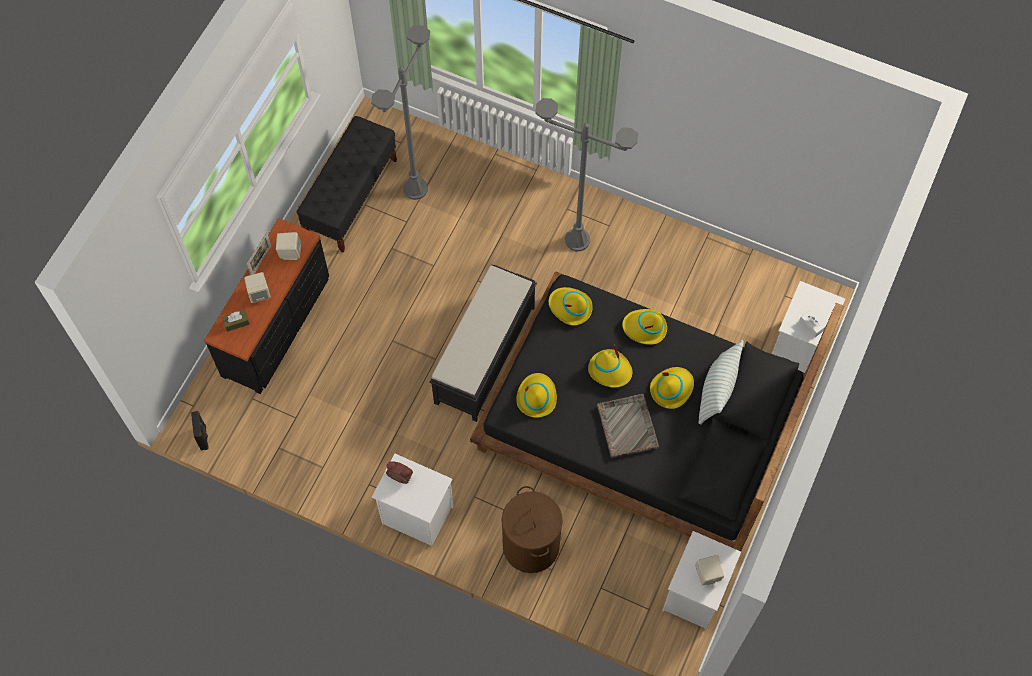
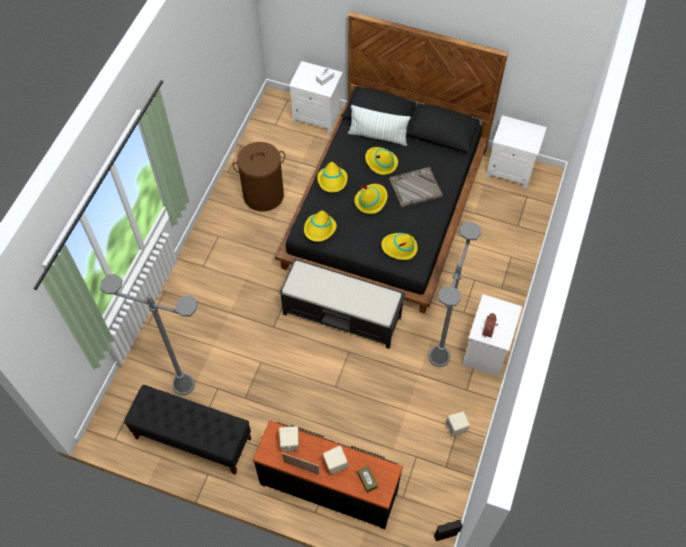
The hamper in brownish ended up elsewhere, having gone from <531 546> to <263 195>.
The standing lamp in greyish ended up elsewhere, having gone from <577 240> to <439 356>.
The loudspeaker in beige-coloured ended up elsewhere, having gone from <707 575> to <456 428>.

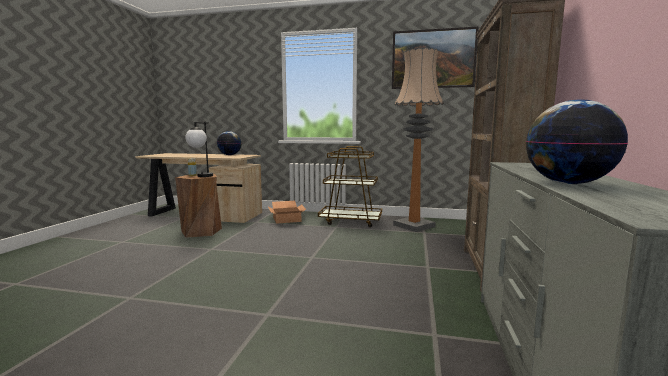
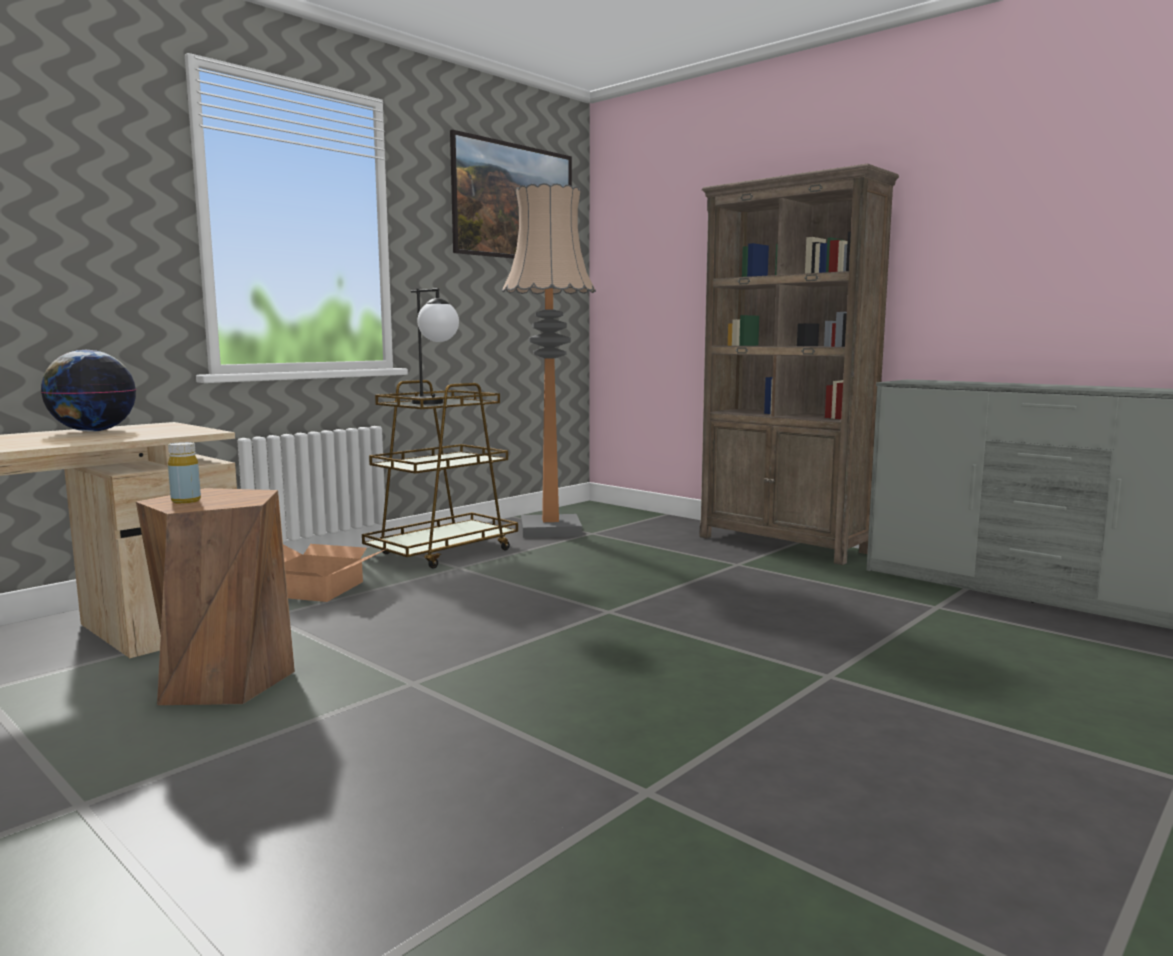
The second view lost the desk globe at <568 183>.
The table lamp ended up elsewhere, having gone from <201 177> to <435 403>.

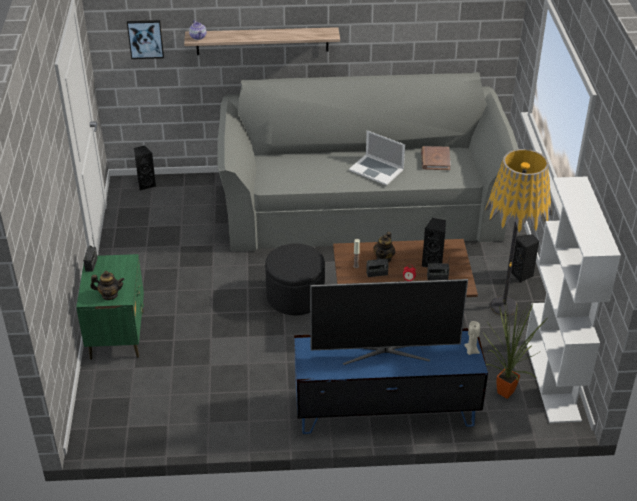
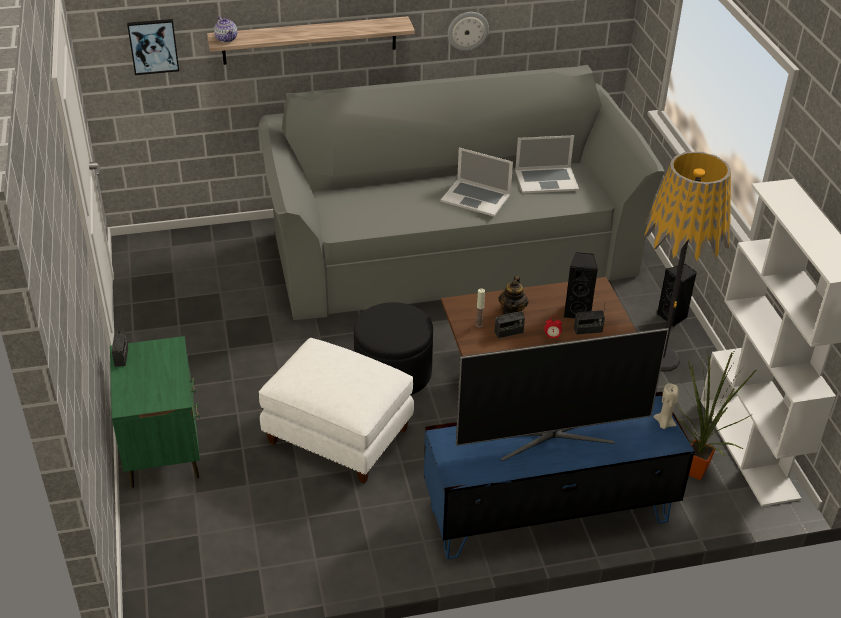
The second view lost the teapot at <109 295>.
The second view lost the loudspeaker in black at <146 184>.
The second view gained the pouffe in whitish at <337 436>.
The second view gained the hanging clock at <467 30>.
Where the volume in brownish stood at <435 160>, the laptop came to stand at <546 180>.

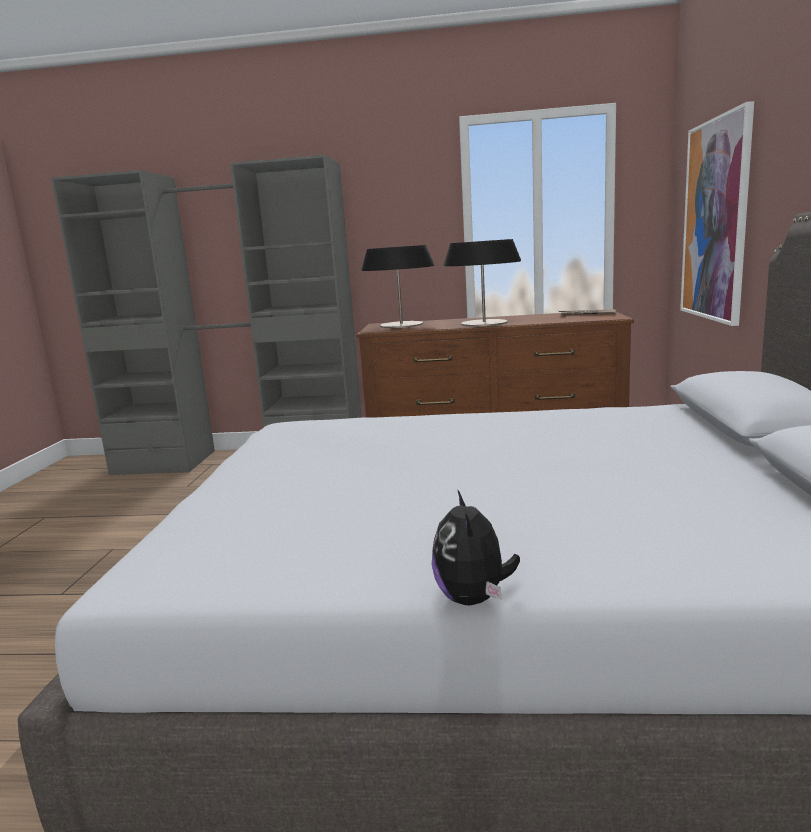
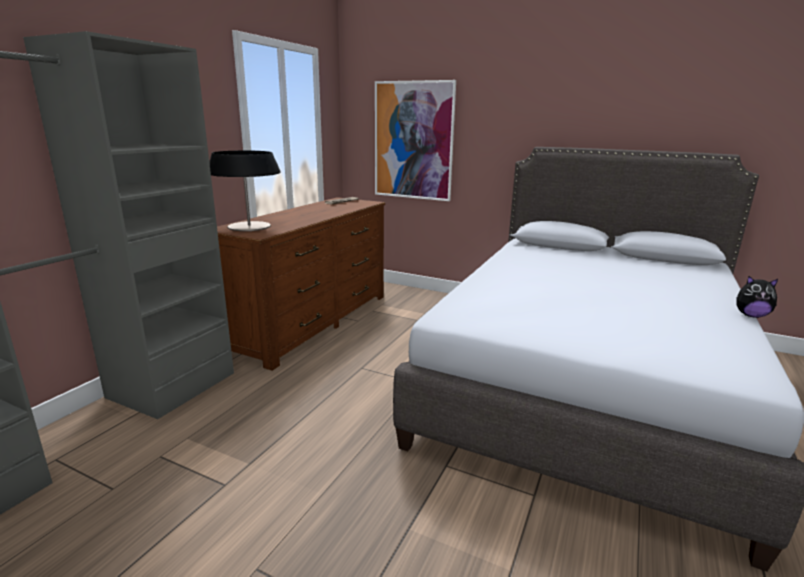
The second view lost the table lamp at <484 323>.

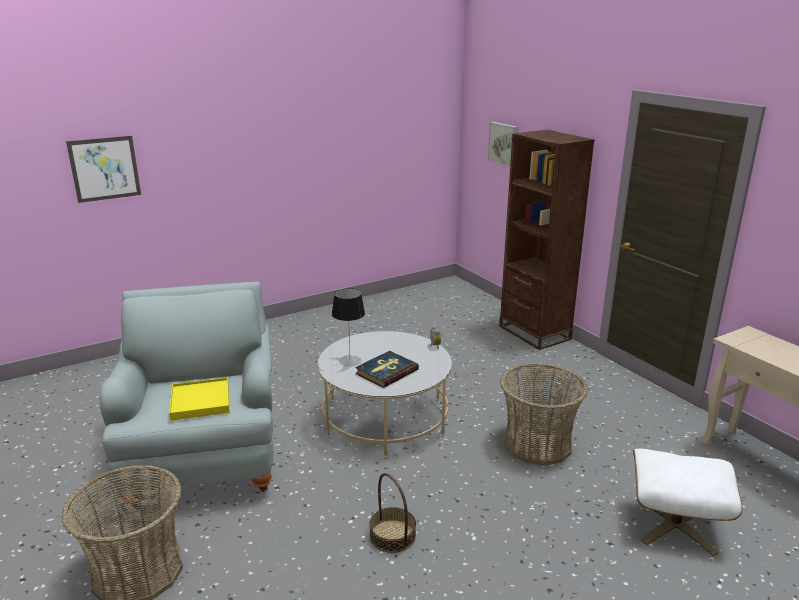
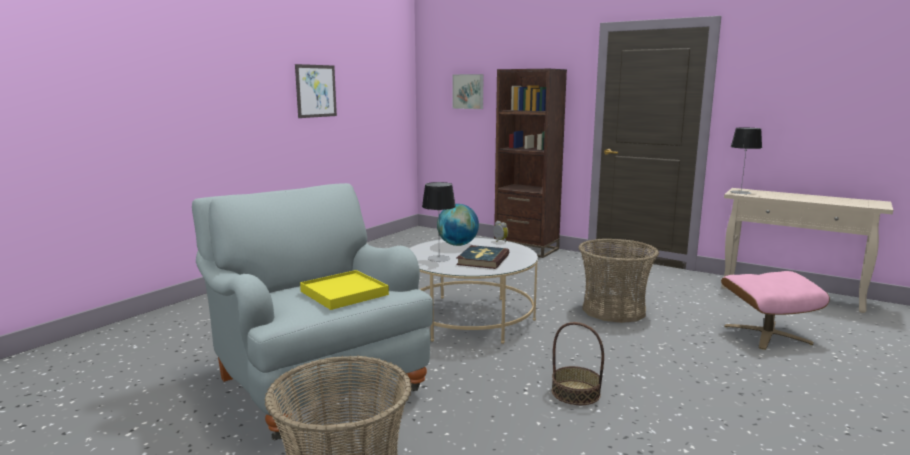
The second view gained the desk globe at <457 245>.
The second view gained the table lamp at <740 192>.
The wall picture ended up elsewhere, having gone from <104 168> to <316 91>.
What was the pouffe in whitish at <675 525> turned into the pouffe in pink at <767 334>.

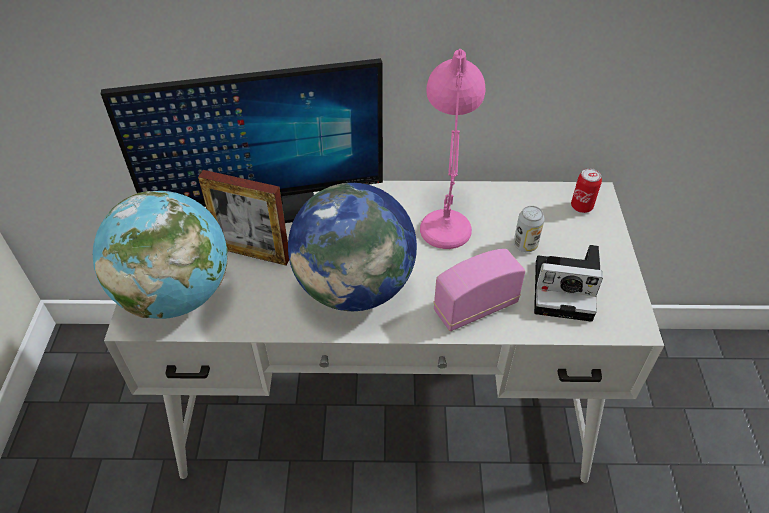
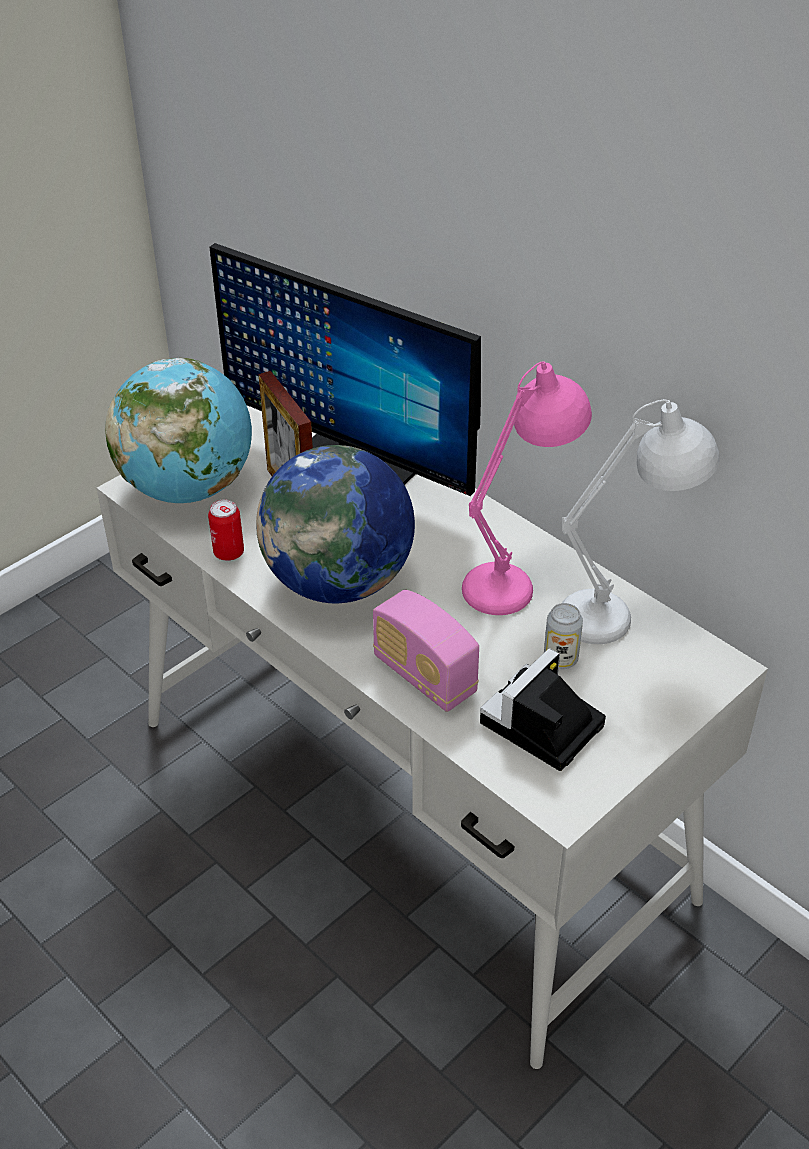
The second view gained the table lamp in whitish at <624 614>.
The sealed can ended up elsewhere, having gone from <581 206> to <228 553>.
The radio set at <475 307> ended up facing another way, 150 degrees counterclockwise from before.
The photo camera at <566 289> ended up facing another way, 75 degrees clockwise from before.

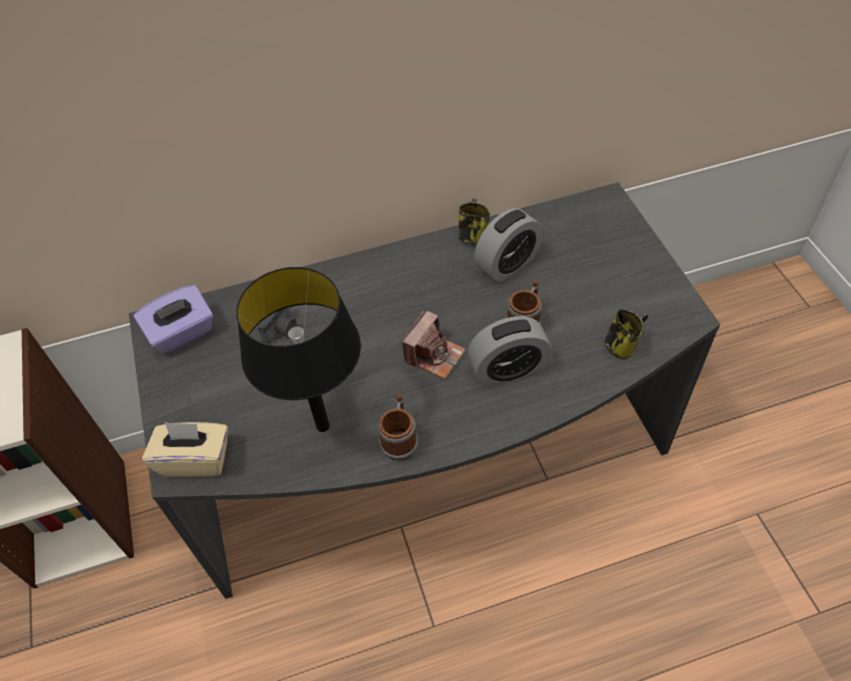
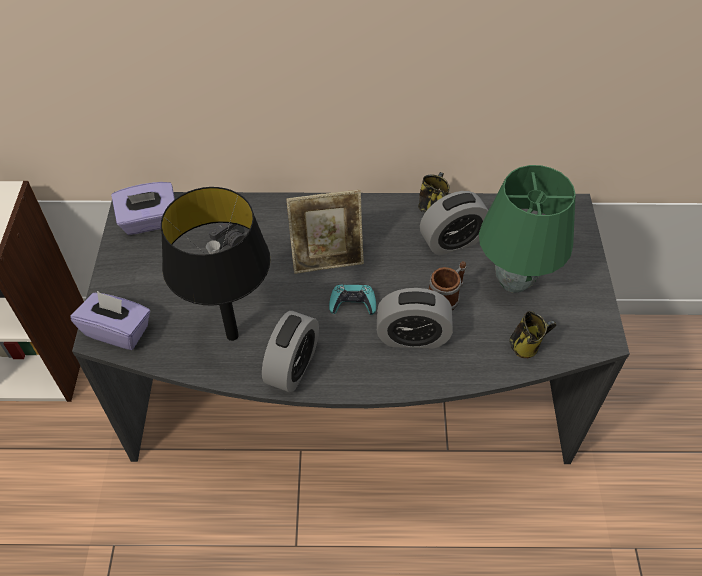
The second view gained the photo frame at <327 258>.
The second view gained the table lamp in green at <513 282>.
Where the tea mug stood at <400 439>, the table clock came to stand at <292 367>.
Where the photo camera stood at <434 355>, the joypad in turquoise-coloured came to stand at <352 303>.
What was the tissue box in beige-coloured at <195 459> turned into the tissue box in purple at <118 331>.

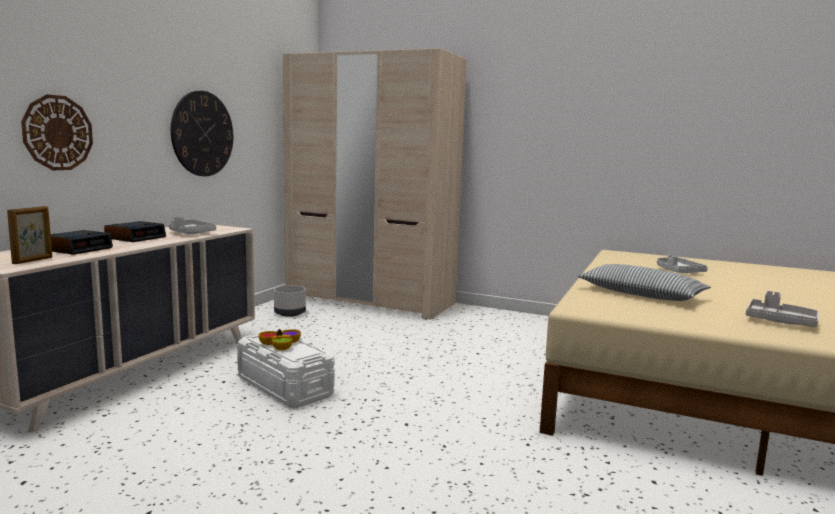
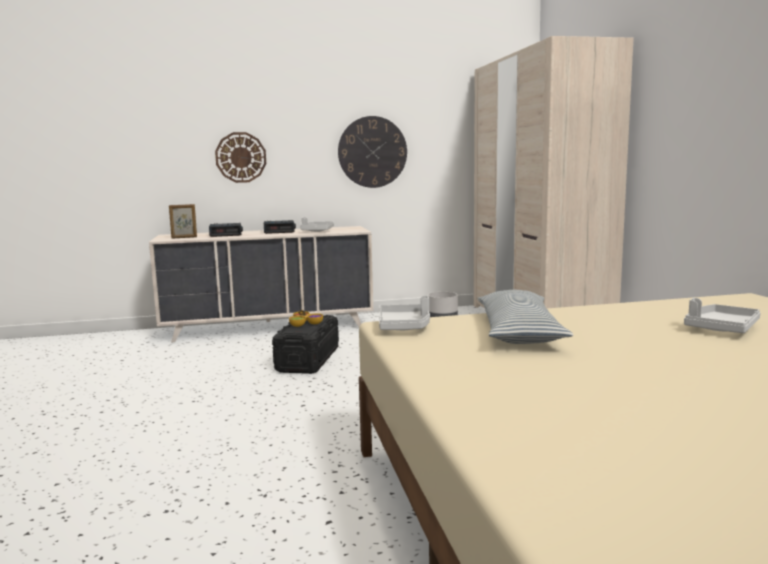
The carrying tray in greyish ended up elsewhere, having gone from <780 321> to <404 327>.
What was the storage box in whitish at <285 386> turned into the storage box in black at <308 359>.

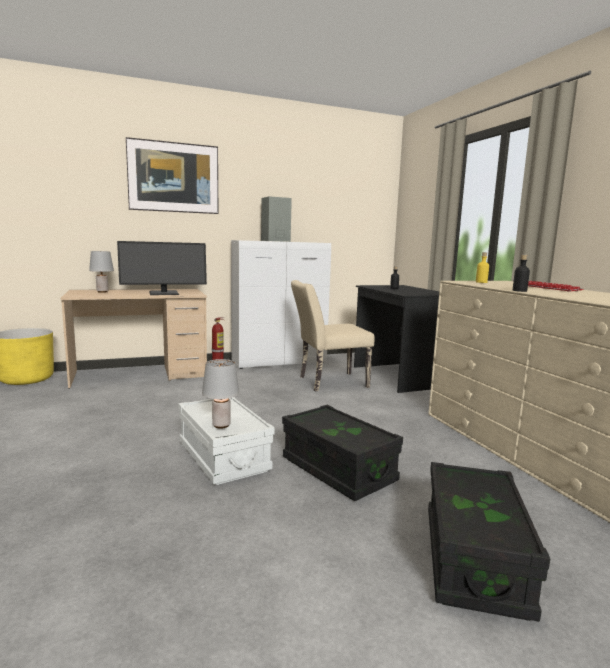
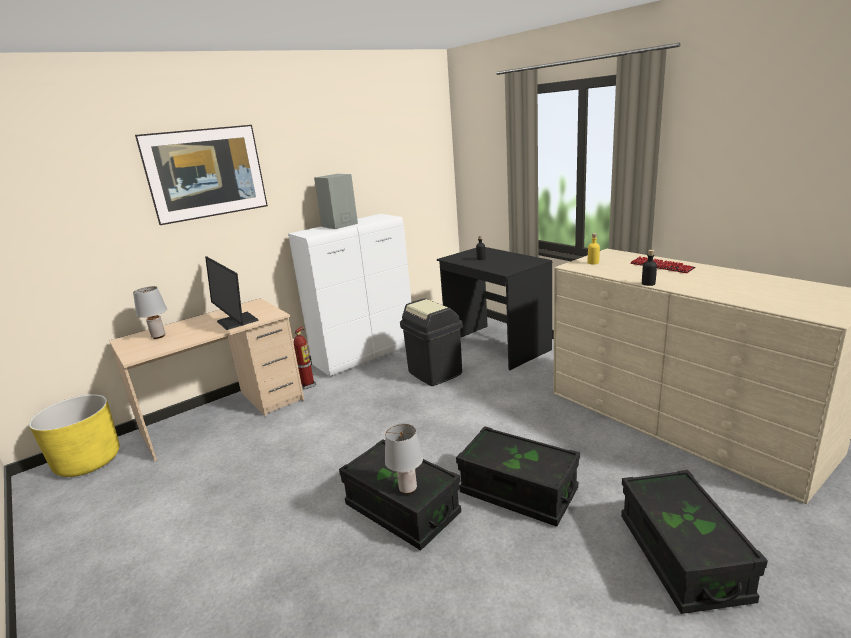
Where the upright chair in beige-coloured stood at <328 382>, the rubbish bin in black came to stand at <434 373>.
What was the storage box in whitish at <223 456> turned into the storage box in black at <402 510>.
The computer display at <164 293> ended up facing another way, 90 degrees clockwise from before.

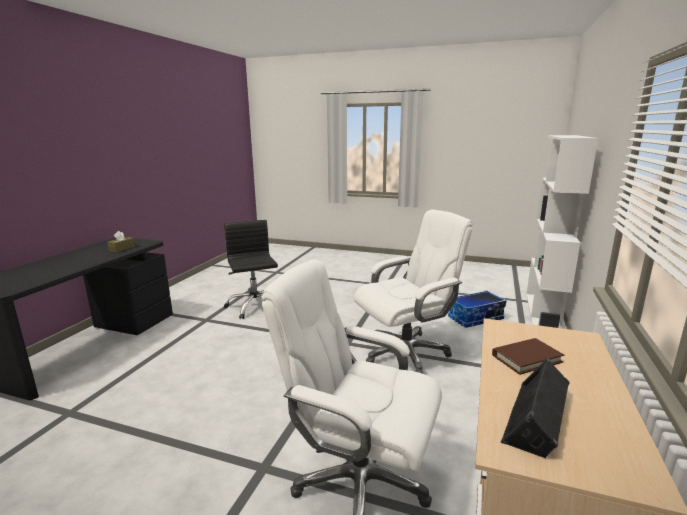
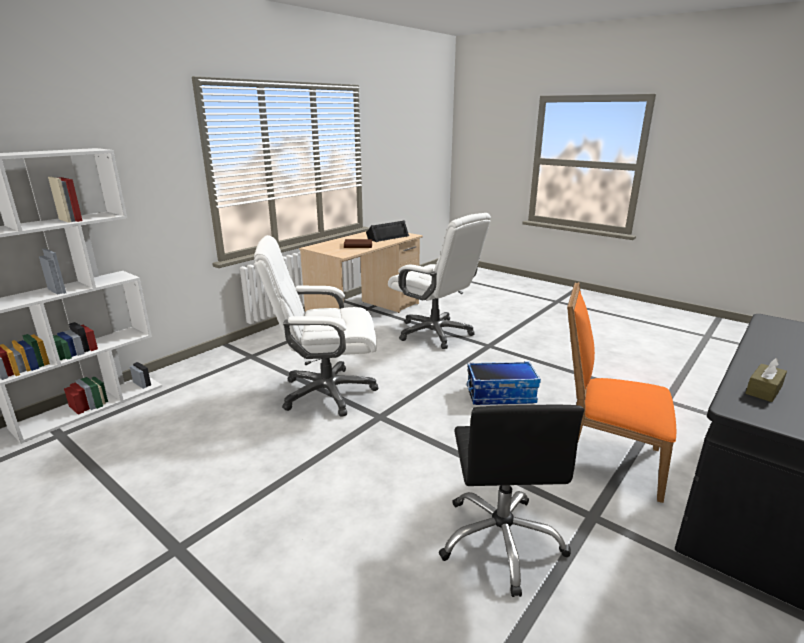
The second view gained the upright chair in orangey at <605 461>.
The storage box ended up elsewhere, having gone from <475 318> to <501 395>.

